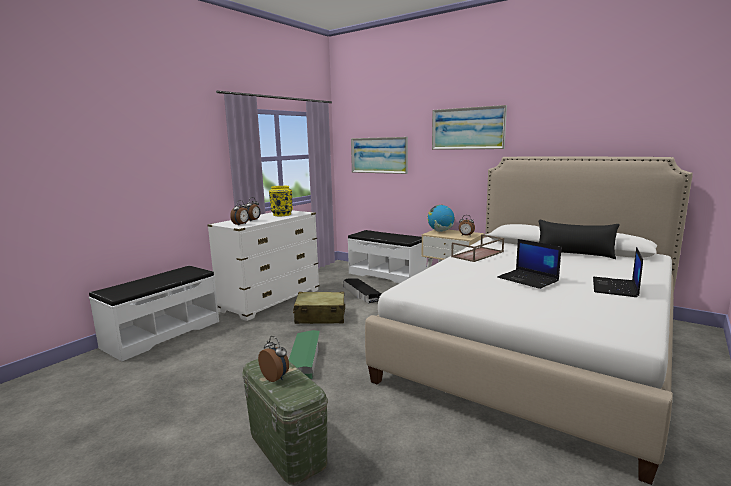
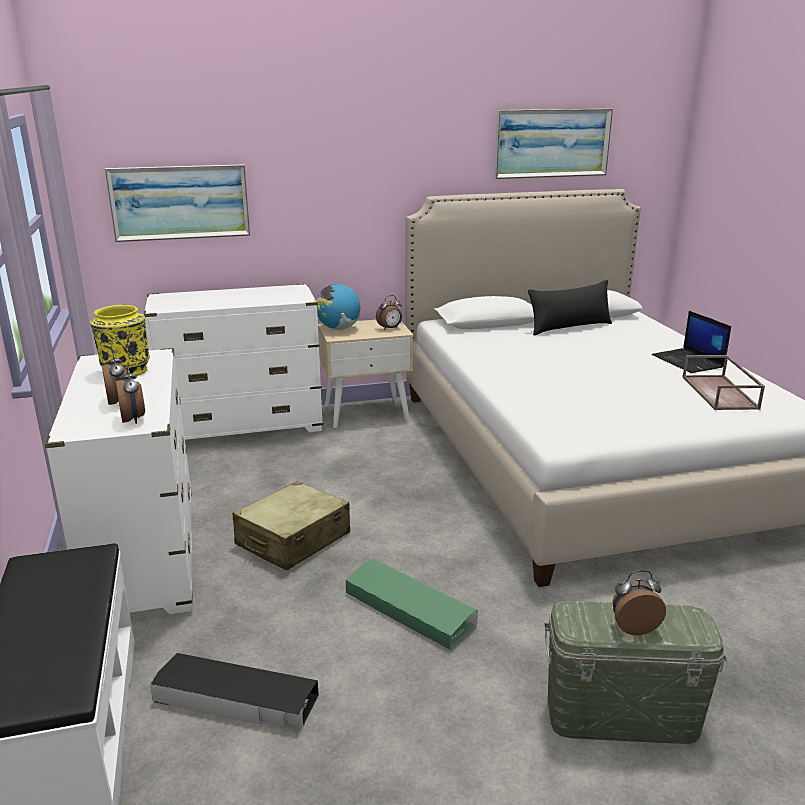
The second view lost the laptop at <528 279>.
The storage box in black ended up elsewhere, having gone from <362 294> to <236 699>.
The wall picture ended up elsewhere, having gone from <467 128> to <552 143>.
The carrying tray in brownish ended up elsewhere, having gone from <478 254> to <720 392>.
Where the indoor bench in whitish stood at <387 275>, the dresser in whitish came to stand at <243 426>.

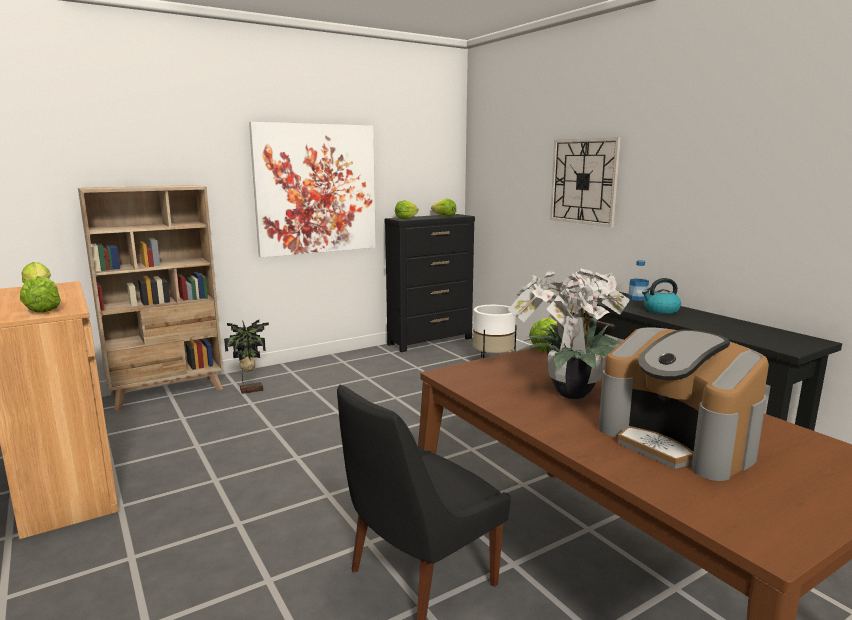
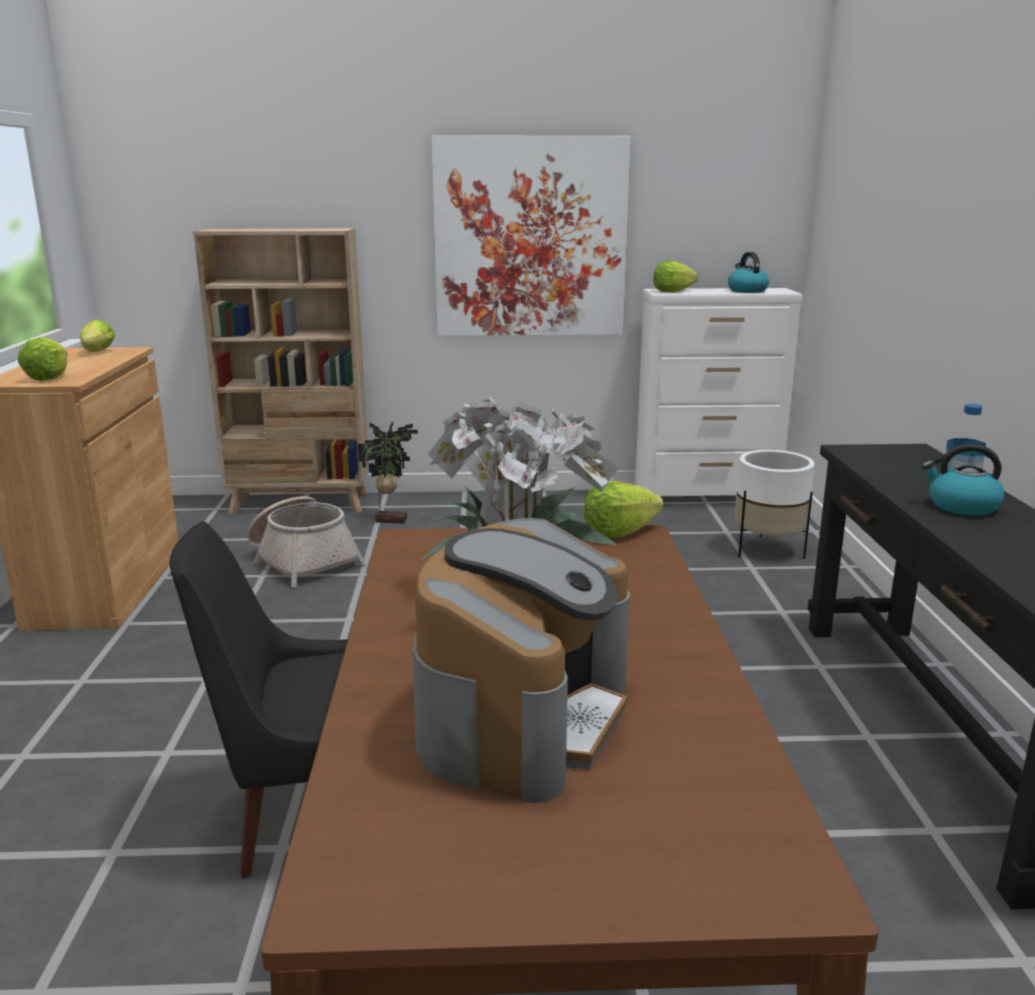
The second view lost the hanging clock at <584 181>.
The second view gained the household basket at <303 560>.
Where the lettuce stood at <444 216>, the kettle came to stand at <746 291>.
What was the dresser in black at <431 341> turned into the dresser in whitish at <707 497>.
The coffee brewer at <677 441> ended up facing another way, 150 degrees counterclockwise from before.

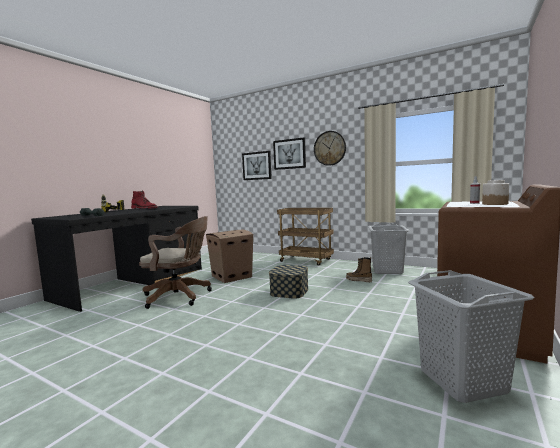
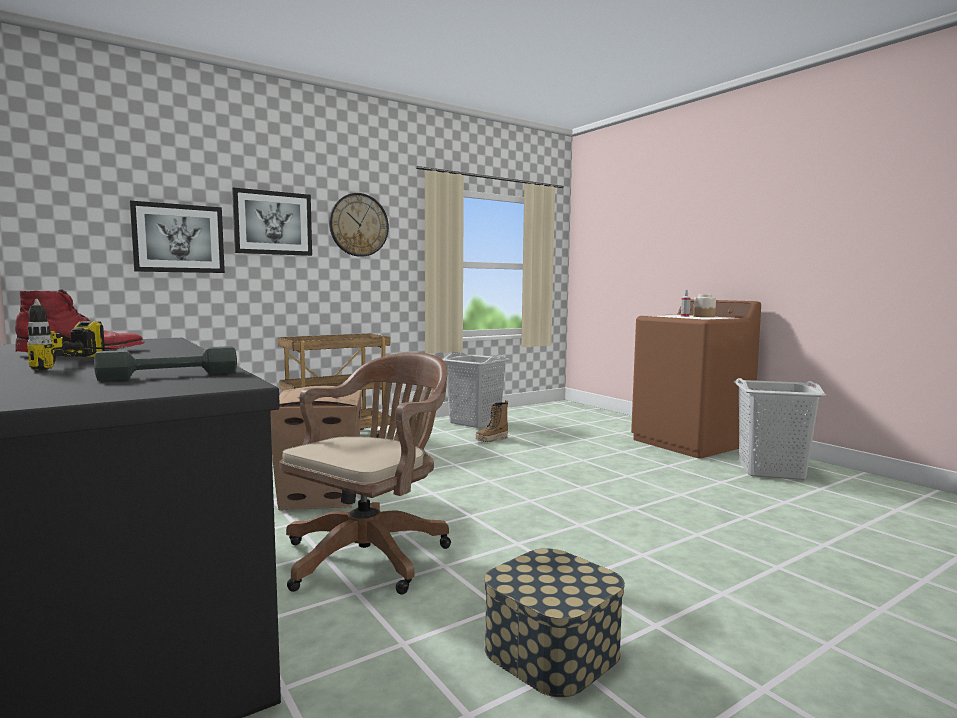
The storage box ended up elsewhere, having gone from <289 291> to <552 650>.

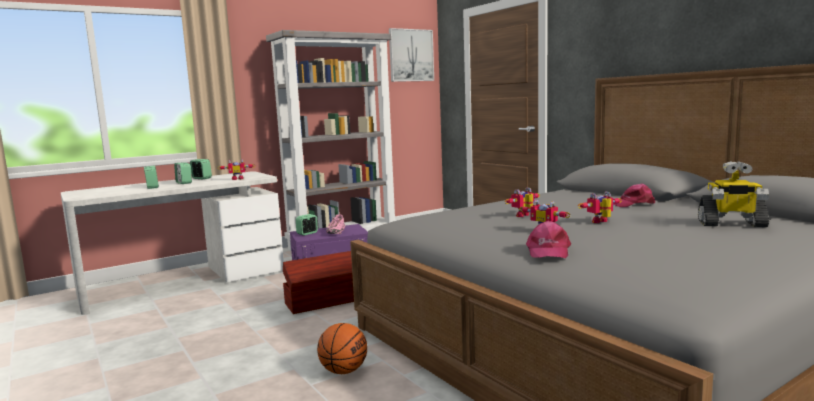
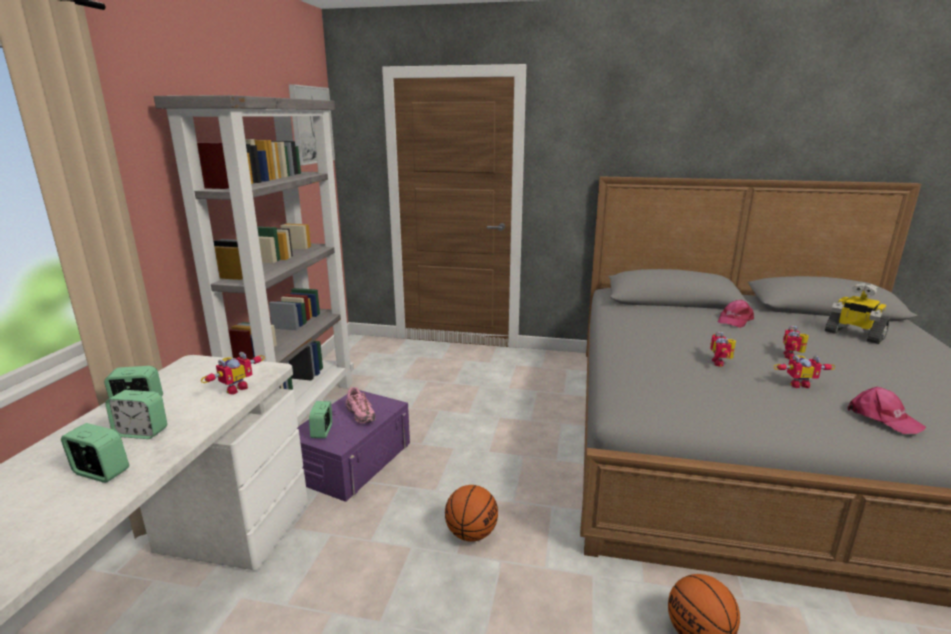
Where the storage box in brownish stood at <324 302>, the basketball came to stand at <471 534>.
The model robot at <731 224> ended up facing another way, 75 degrees clockwise from before.

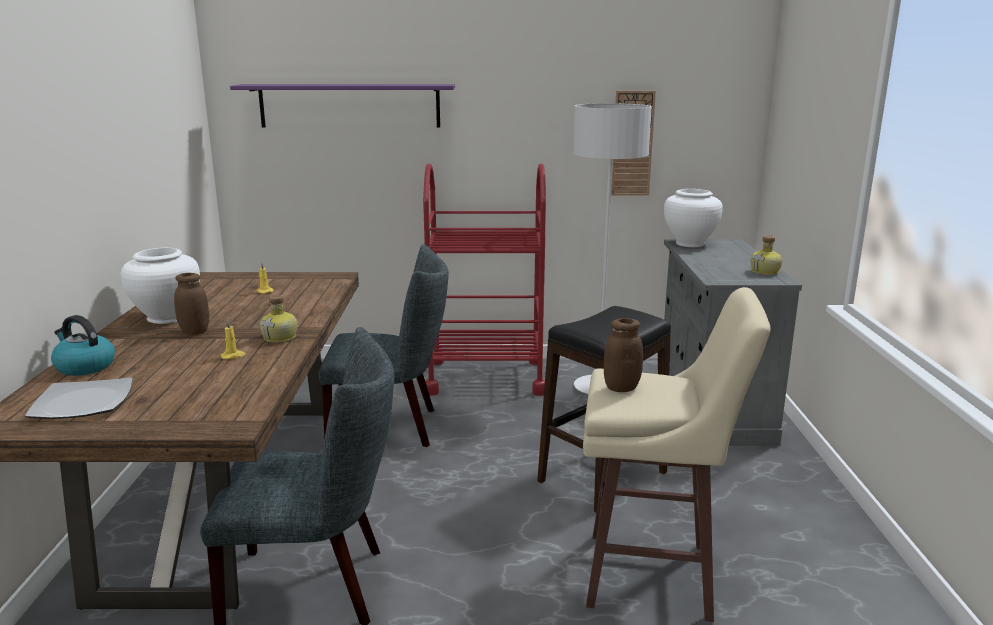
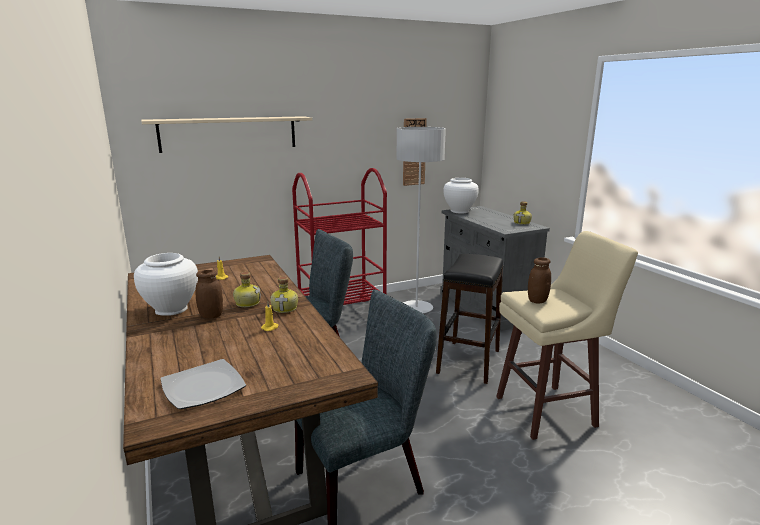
The second view lost the kettle at <84 367>.
The second view gained the bottle at <247 303>.
What was the wall shelf in purple at <350 105> turned into the wall shelf in beige-coloured at <229 133>.

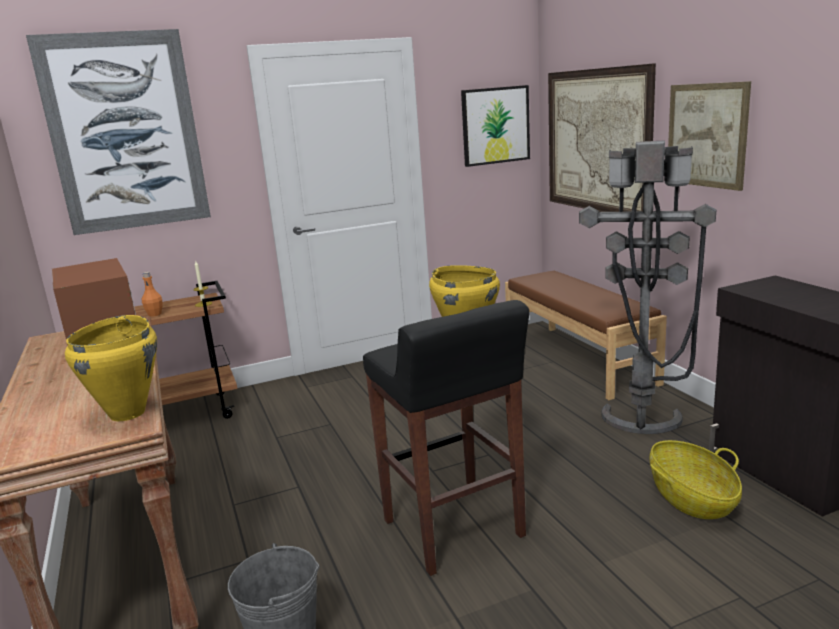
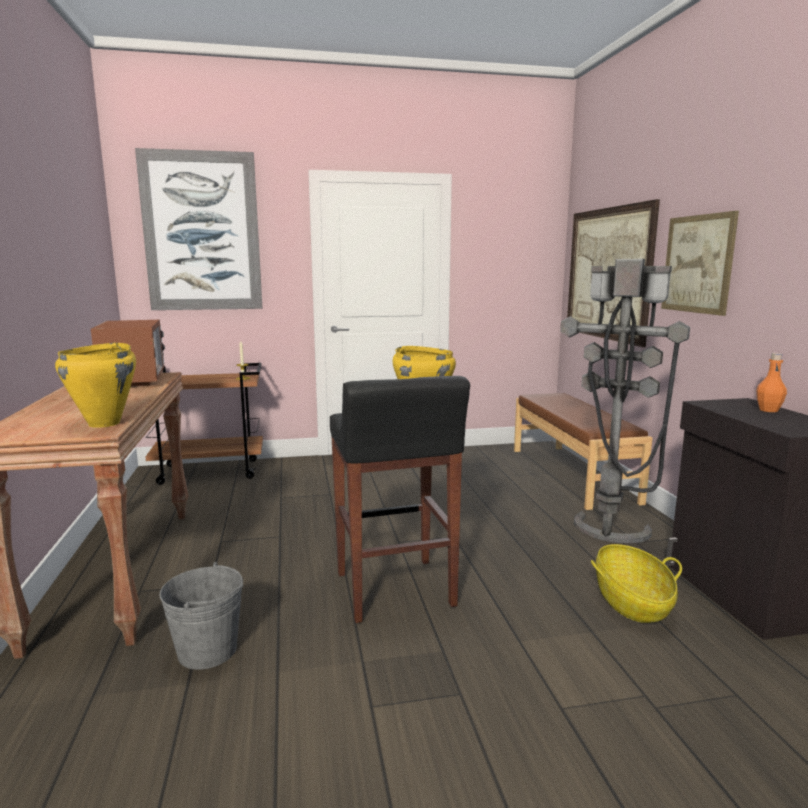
The second view lost the wall picture at <495 125>.
The bottle in orangey ended up elsewhere, having gone from <154 314> to <768 410>.

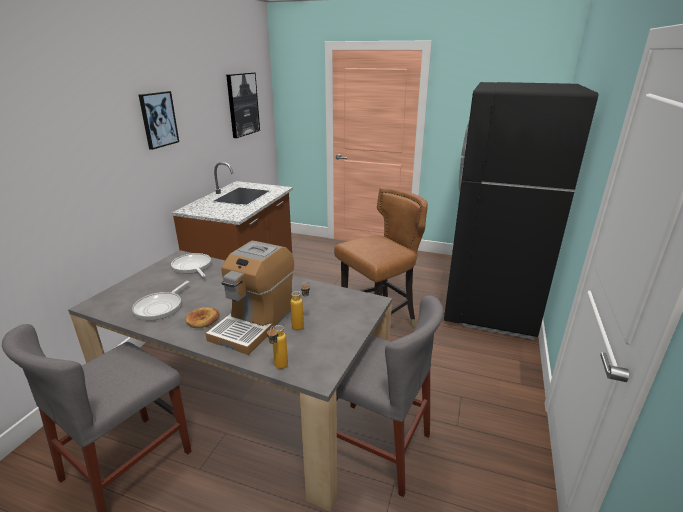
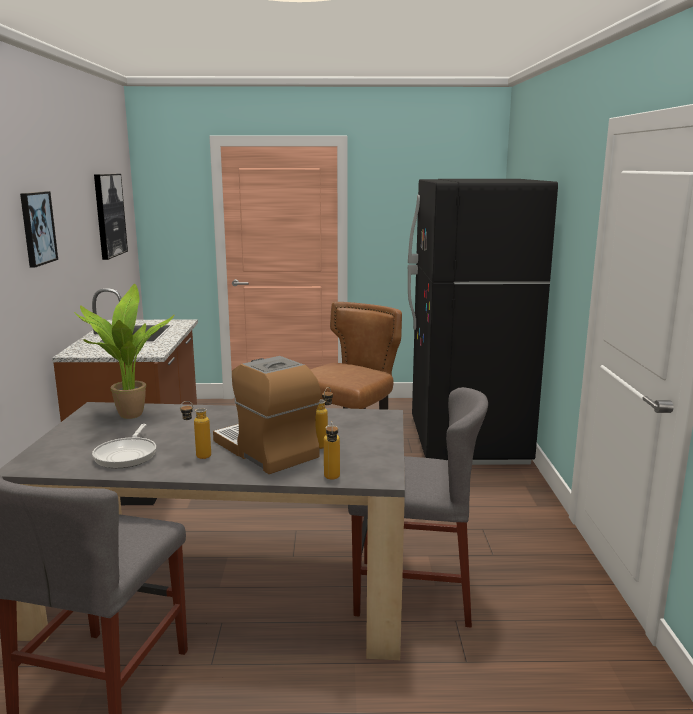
Where the pan stood at <192 267>, the houseplant came to stand at <127 415>.
Where the baked bread stood at <202 320>, the bottle came to stand at <197 457>.
The coffee brewer at <255 323> ended up facing another way, 135 degrees clockwise from before.

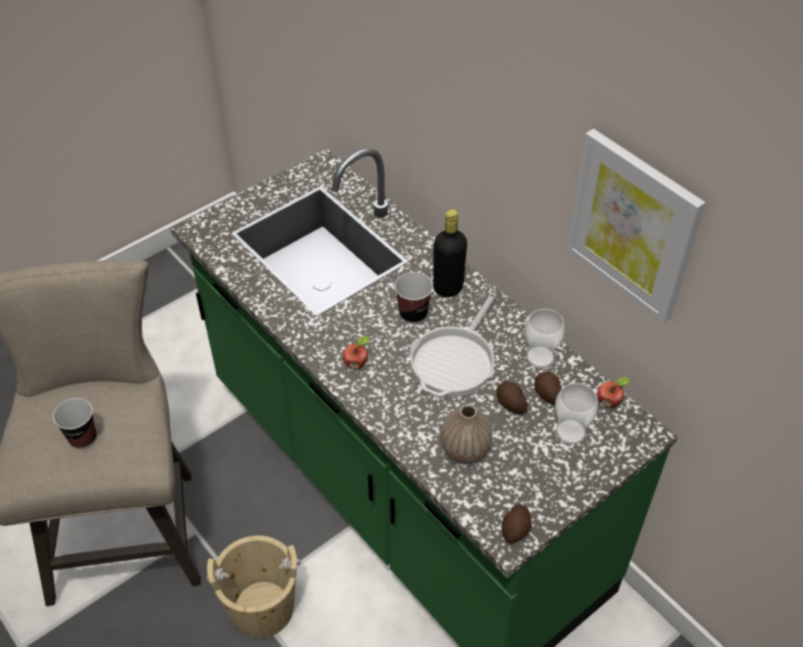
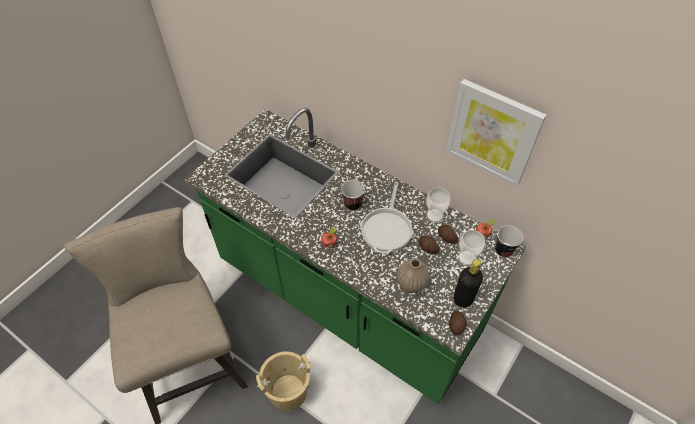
The cup ended up elsewhere, having gone from <82 438> to <503 250>.
The bottle in black ended up elsewhere, having gone from <448 288> to <463 299>.

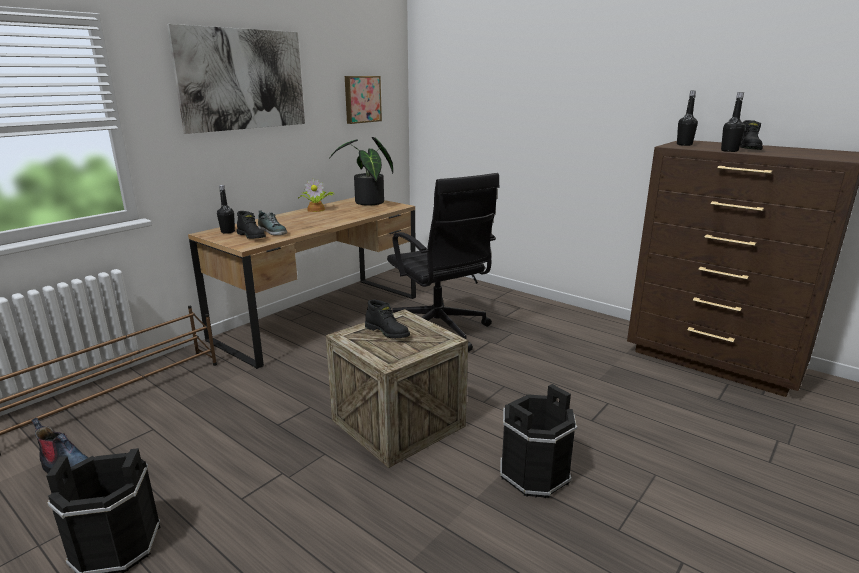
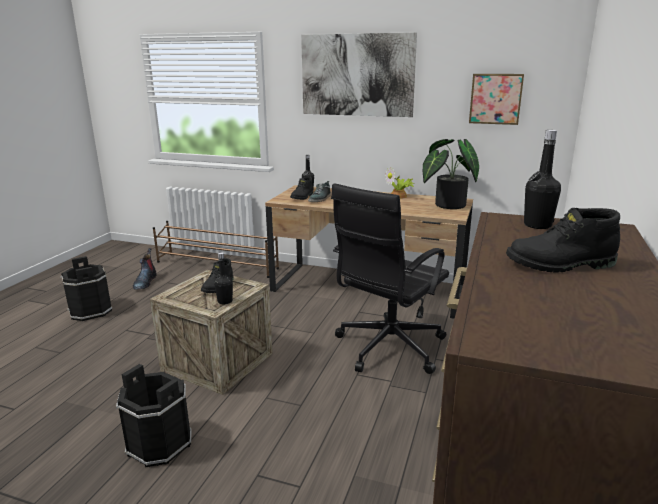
The bottle in black ended up elsewhere, having gone from <729 151> to <225 301>.

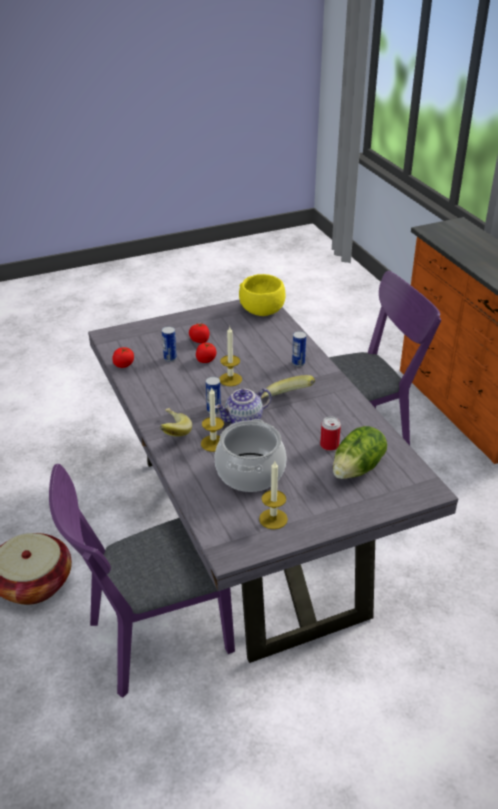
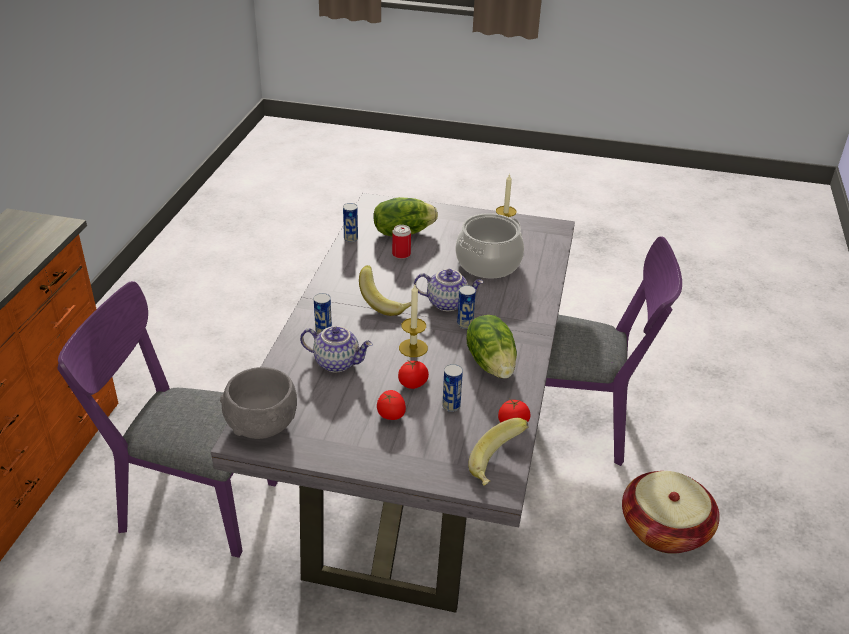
The second view lost the candle at <213 443>.
The second view gained the teapot at <337 362>.
The second view gained the sealed can at <351 239>.
The second view gained the lettuce at <492 363>.
The banana ended up elsewhere, having gone from <171 433> to <498 466>.
What was the bowl in yellow-coloured at <261 310> turned into the bowl in greyish at <263 424>.

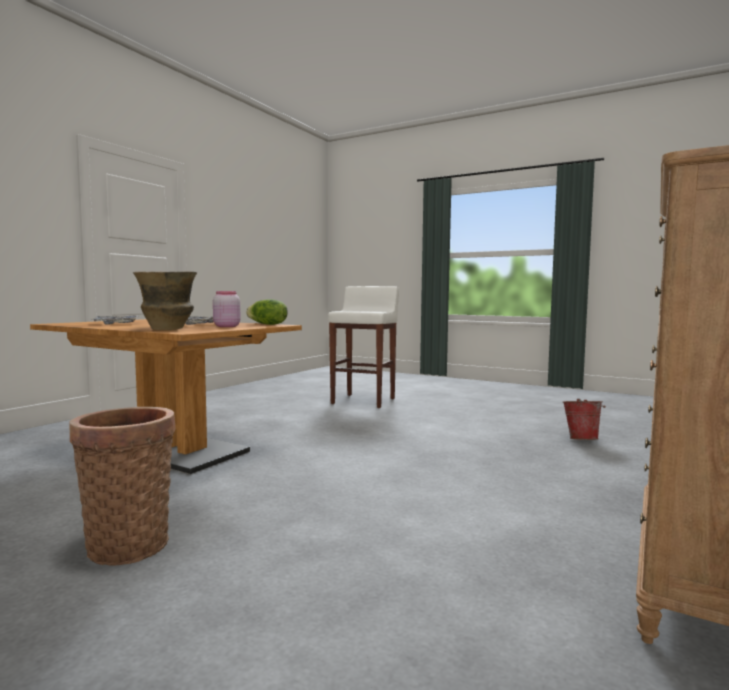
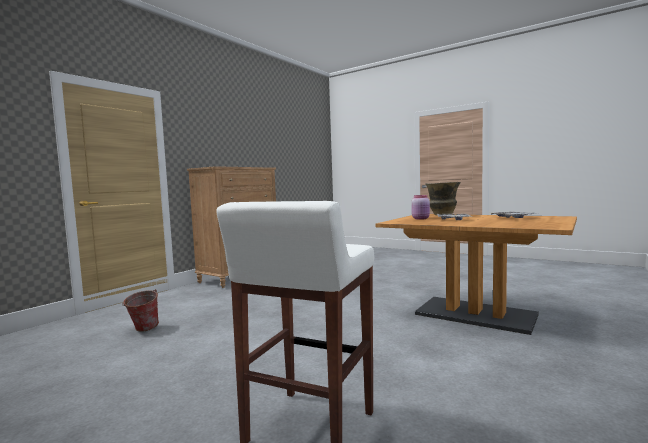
The second view lost the household basket at <129 543>.
The second view lost the lettuce at <267 324>.

